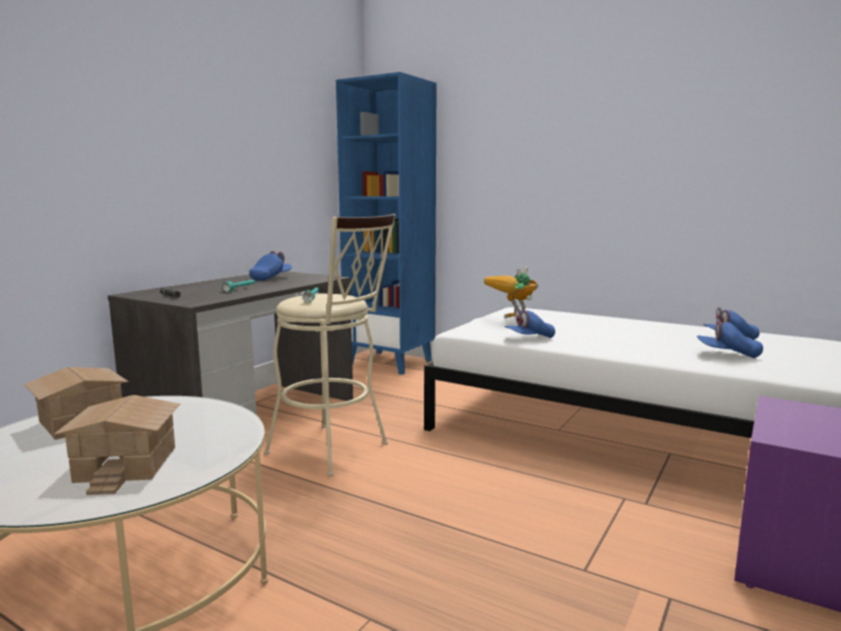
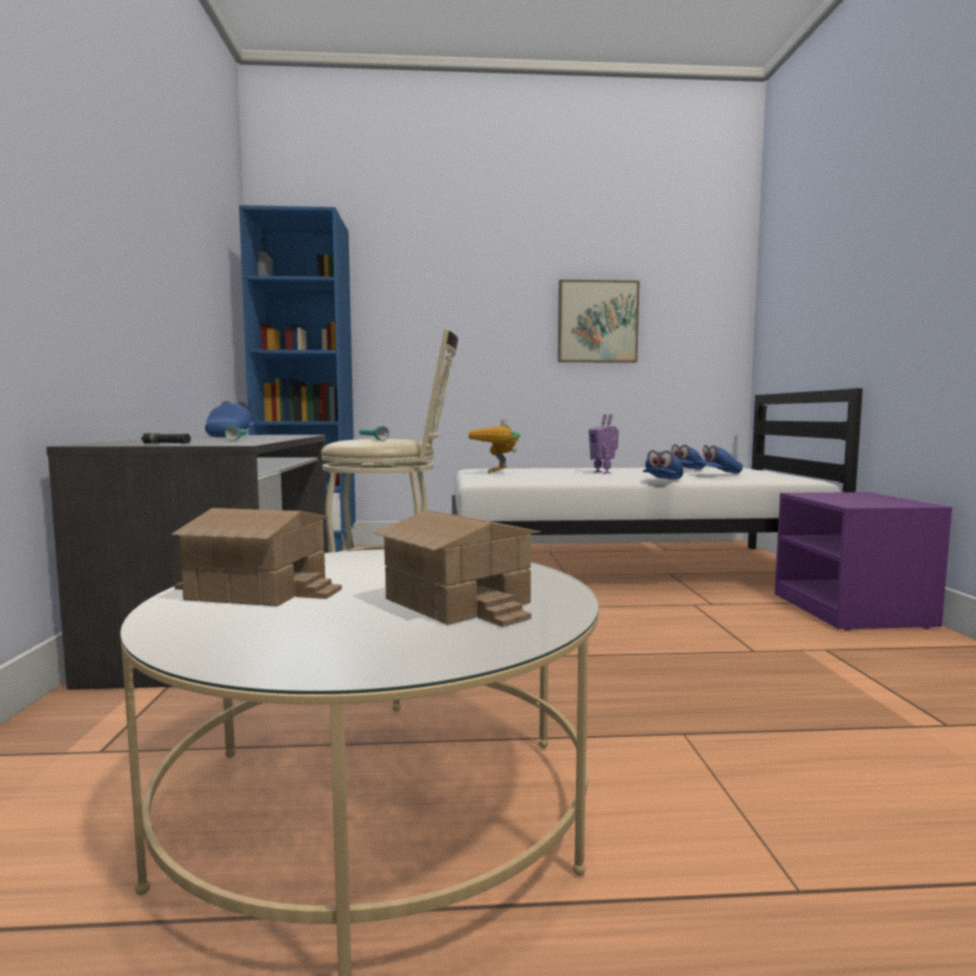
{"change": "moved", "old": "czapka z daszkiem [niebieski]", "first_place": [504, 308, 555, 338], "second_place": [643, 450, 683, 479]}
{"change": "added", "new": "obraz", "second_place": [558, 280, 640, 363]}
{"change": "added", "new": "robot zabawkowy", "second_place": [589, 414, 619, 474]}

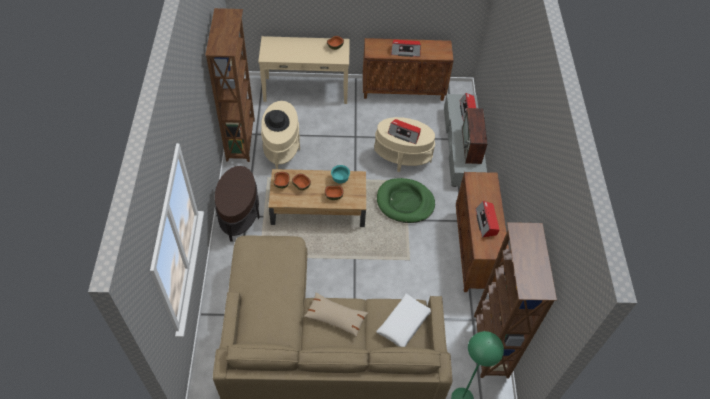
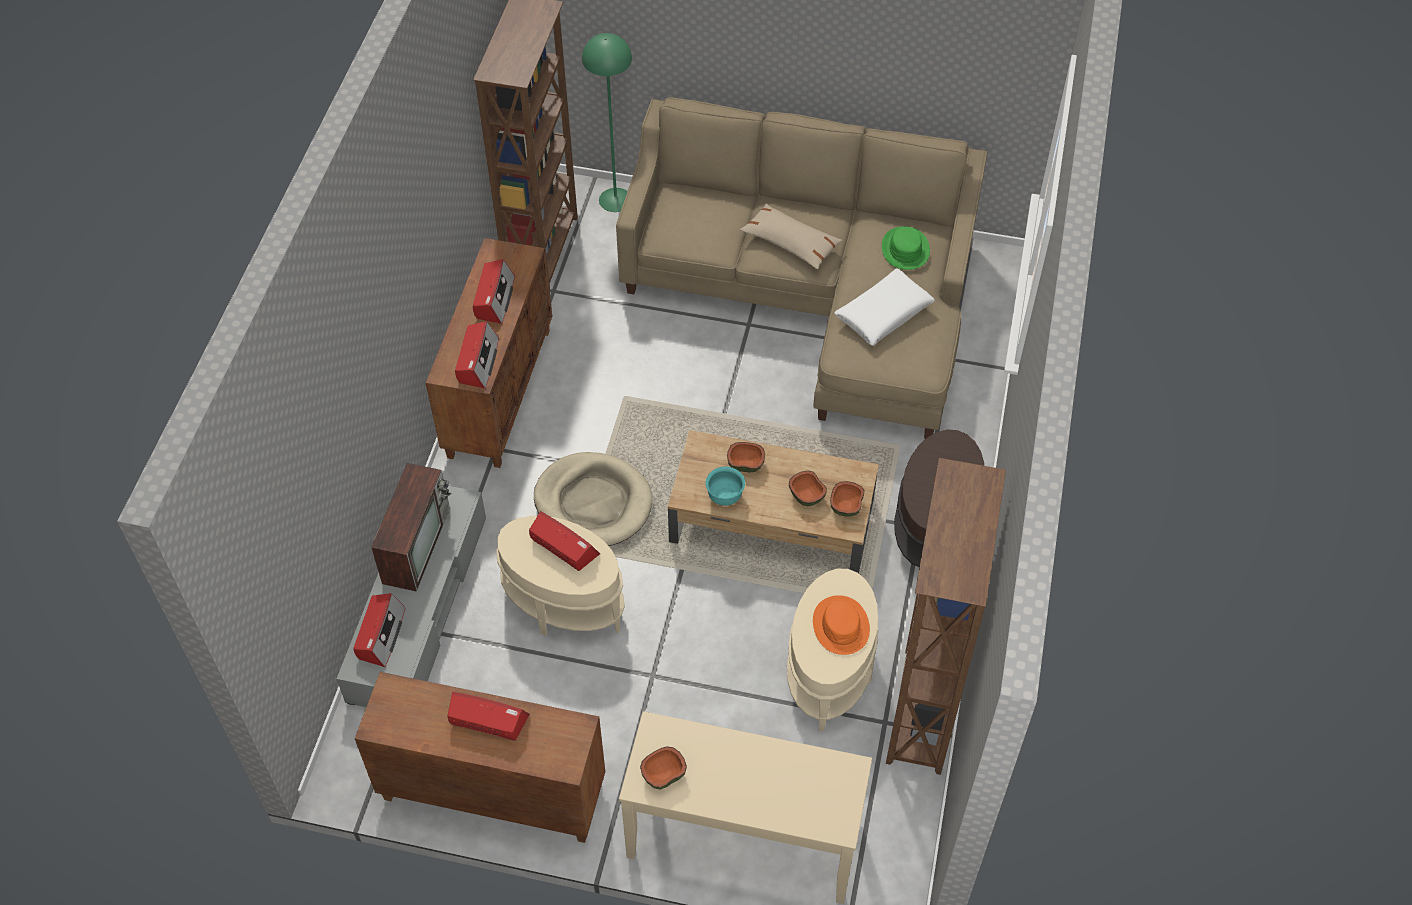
{"change": "recoloured", "old": "kapelusz [czarny]", "new": "kapelusz [pomarańczowy]", "first_place": [265, 110, 290, 132], "second_place": [813, 595, 870, 655]}
{"change": "recoloured", "old": "legowisko [zielony]", "new": "legowisko [beżowy]", "first_place": [377, 178, 435, 223], "second_place": [534, 452, 653, 546]}
{"change": "moved", "old": "poduszka [biały]", "first_place": [376, 294, 431, 347], "second_place": [834, 268, 935, 346]}
{"change": "added", "new": "kapelusz [zielony]", "second_place": [882, 226, 930, 270]}
{"change": "added", "new": "radio", "second_place": [455, 321, 499, 389]}

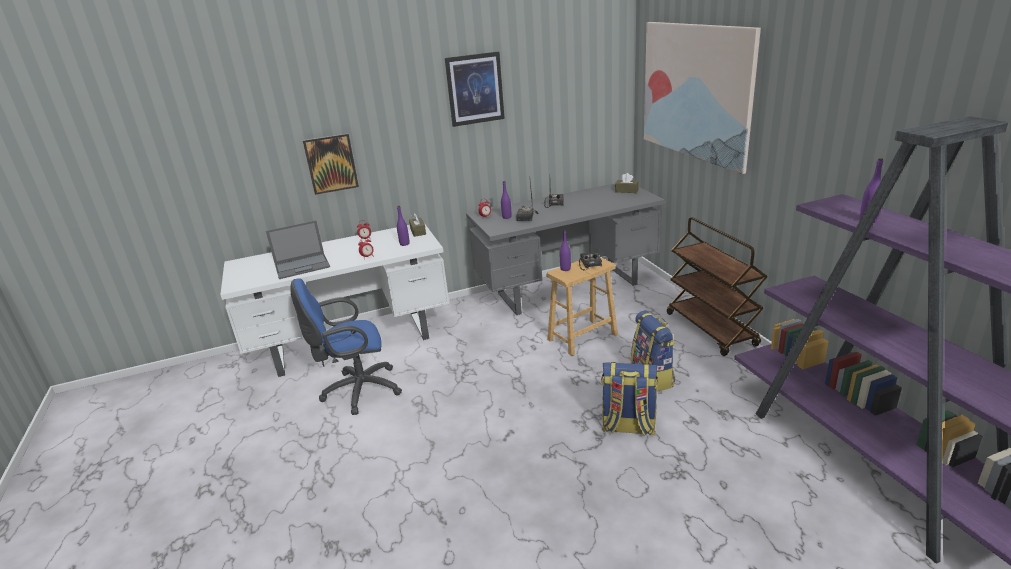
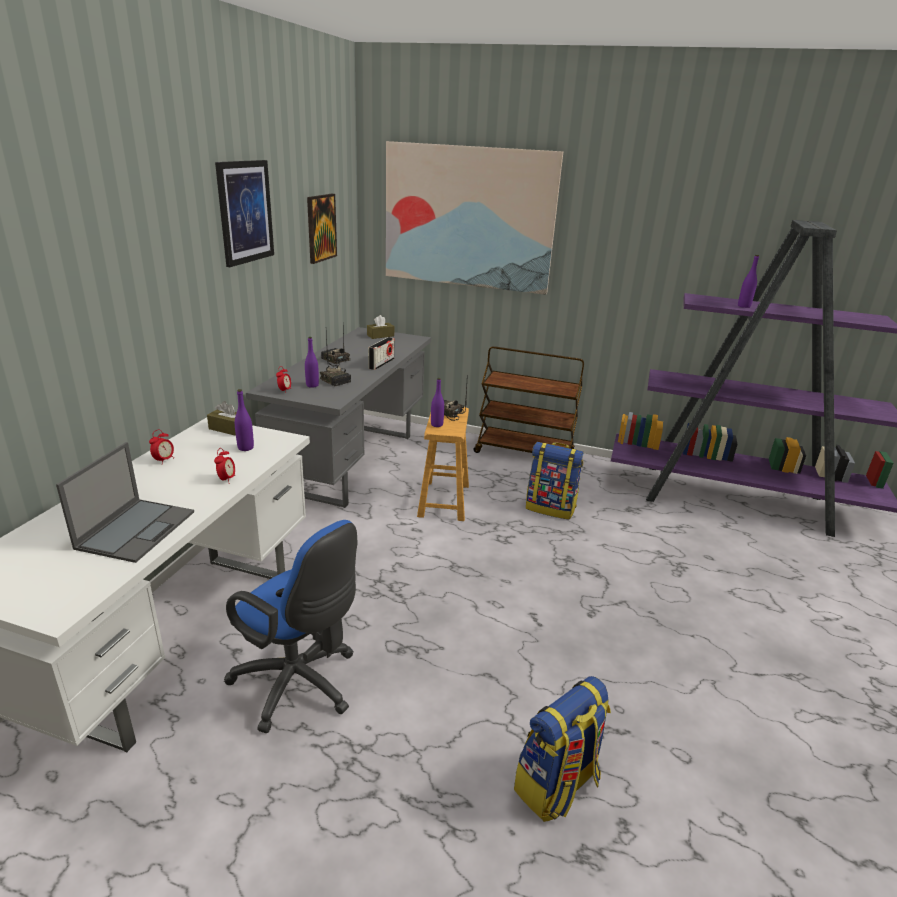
{"change": "moved", "old": "obraz", "first_place": [303, 133, 359, 195], "second_place": [307, 194, 337, 264]}
{"change": "turned", "old": "krzesło biurowe [niebieski]", "first_place": [290, 278, 402, 415], "second_place": [224, 520, 357, 733], "degrees": -75}
{"change": "moved", "old": "plecak", "first_place": [601, 362, 658, 436], "second_place": [514, 676, 611, 822]}
{"change": "added", "new": "radio", "second_place": [368, 337, 394, 370]}

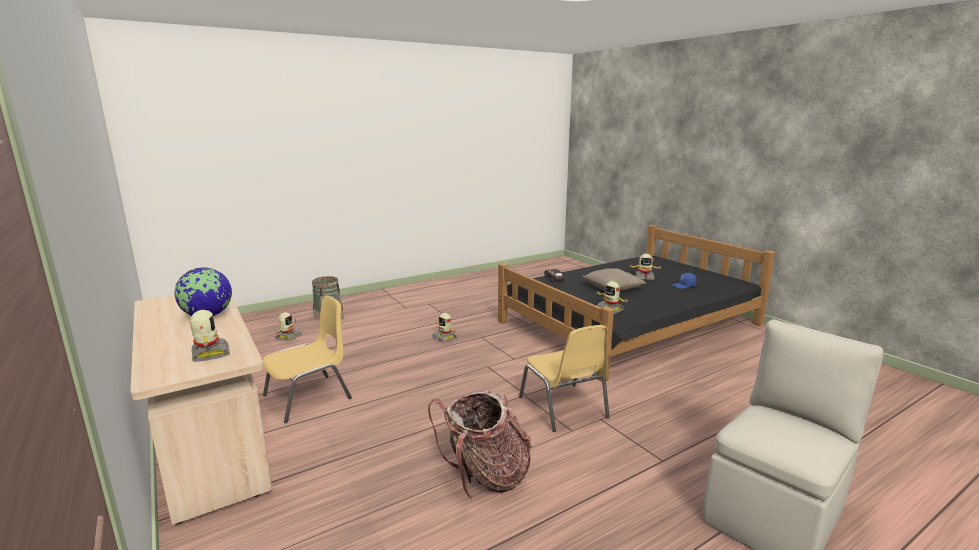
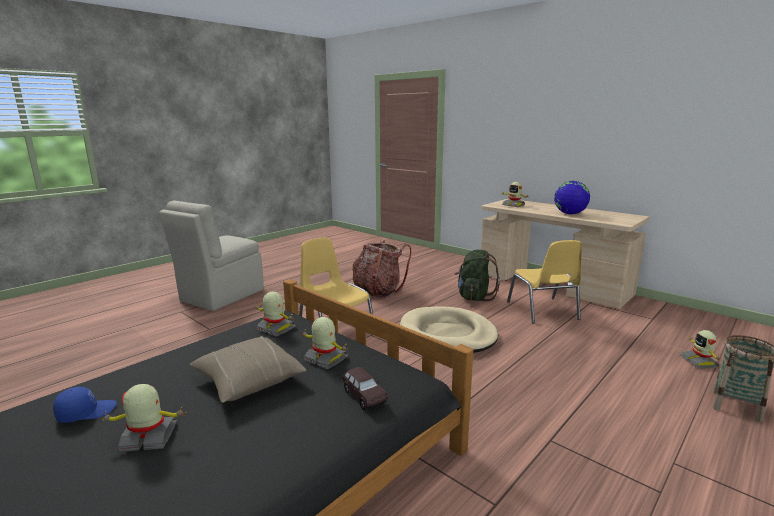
{"change": "turned", "old": "krzesło [żółty]", "first_place": [263, 296, 352, 423], "second_place": [507, 240, 582, 324], "degrees": -45}
{"change": "moved", "old": "robot zabawkowy", "first_place": [432, 313, 457, 342], "second_place": [302, 317, 348, 370]}
{"change": "added", "new": "plecak [zielony]", "second_place": [454, 250, 500, 302]}
{"change": "added", "new": "legowisko [beżowy]", "second_place": [400, 306, 498, 353]}

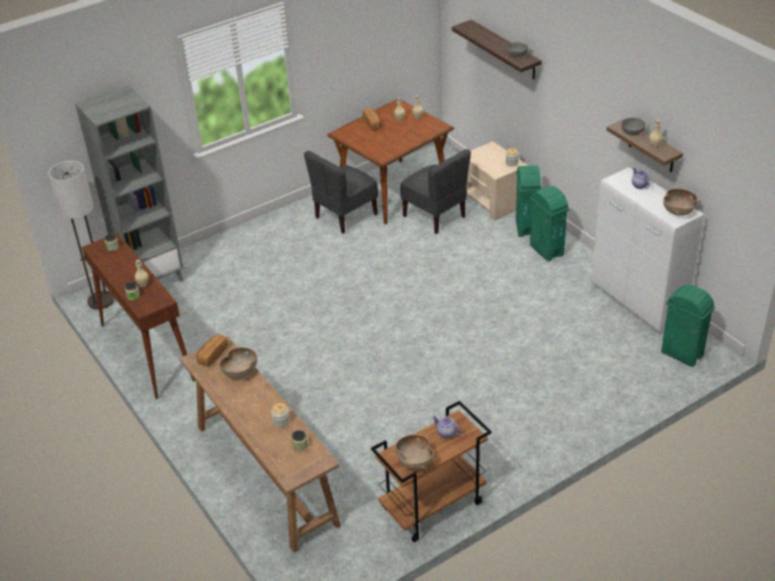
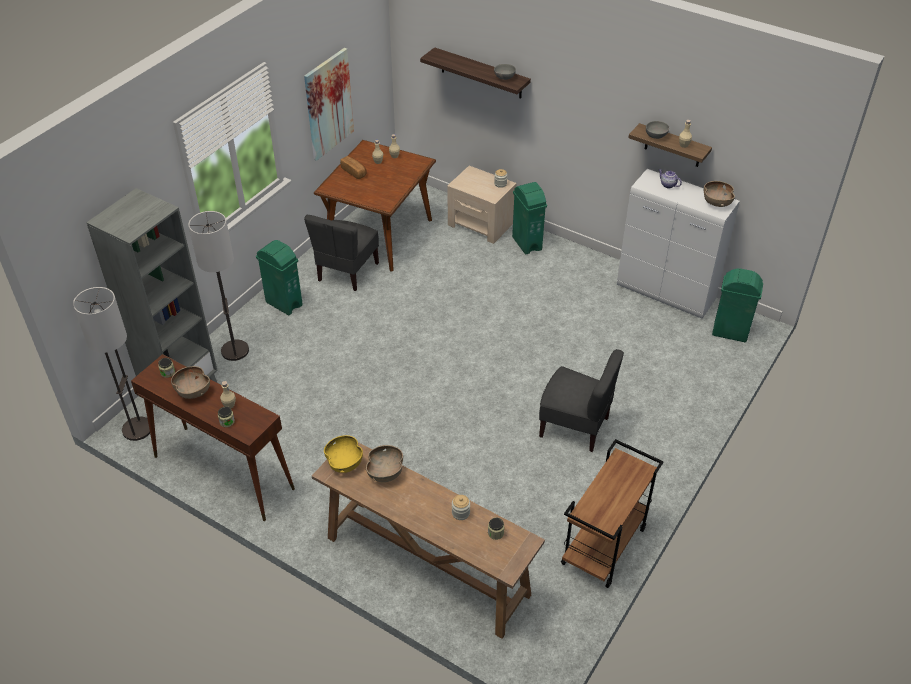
{"change": "moved", "old": "krzesło [szary]", "first_place": [400, 149, 471, 234], "second_place": [539, 349, 624, 452]}
{"change": "moved", "old": "kosz na śmieci [zielony]", "first_place": [530, 186, 569, 262], "second_place": [256, 240, 303, 315]}
{"change": "replaced", "old": "chleb", "new": "miska [żółty]", "first_place": [197, 334, 228, 367], "second_place": [324, 435, 363, 473]}
{"change": "removed", "old": "imbryk", "first_place": [432, 416, 462, 438]}
{"change": "moved", "old": "miska [brązowy]", "first_place": [395, 434, 434, 470], "second_place": [171, 366, 210, 399]}
{"change": "added", "new": "obraz", "second_place": [304, 48, 354, 161]}
{"change": "added", "new": "lampa stojąca", "second_place": [188, 211, 249, 361]}

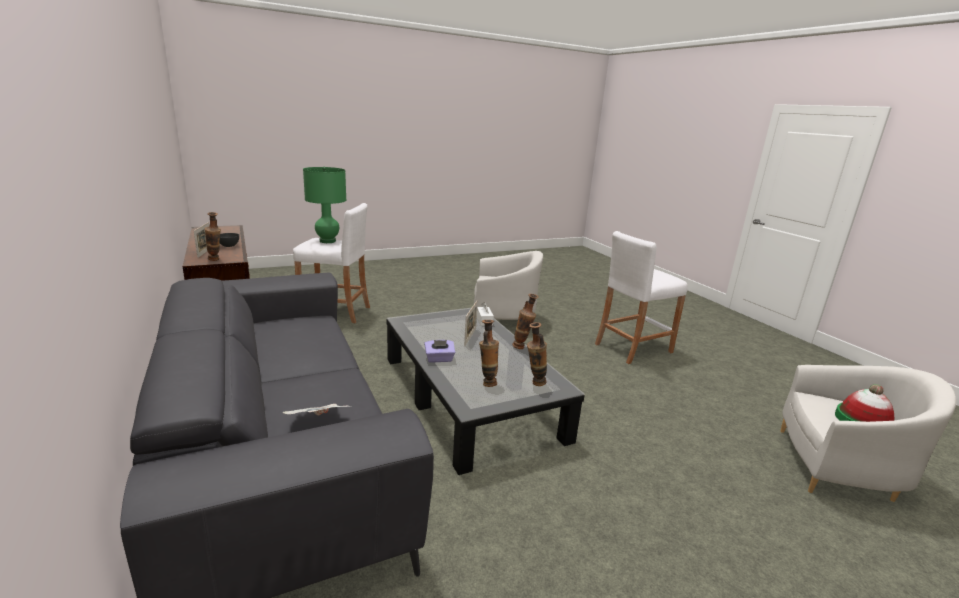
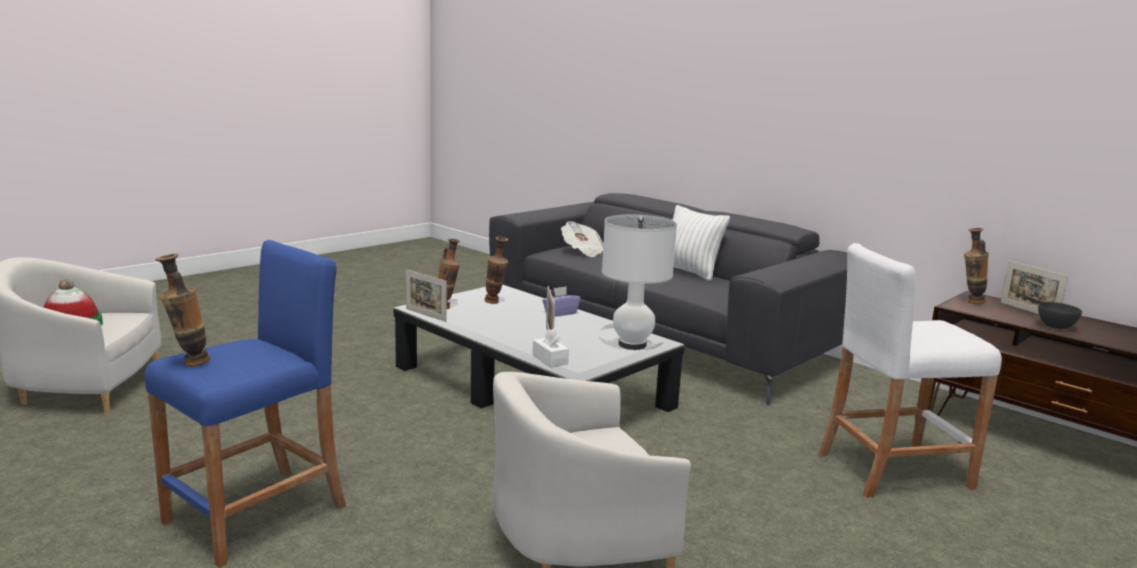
{"change": "removed", "old": "lampa stołowa [zielony]", "first_place": [303, 166, 346, 243]}
{"change": "recoloured", "old": "stołek [biały]", "new": "stołek [niebieski]", "first_place": [595, 231, 688, 364], "second_place": [145, 240, 346, 568]}
{"change": "moved", "old": "wazon", "first_place": [512, 294, 539, 349], "second_place": [155, 254, 210, 367]}
{"change": "added", "new": "poduszka [biały]", "second_place": [673, 205, 730, 281]}
{"change": "added", "new": "lampa stołowa [biały]", "second_place": [602, 215, 677, 350]}
{"change": "added", "new": "ramka na zdjęcie", "second_place": [406, 270, 447, 322]}

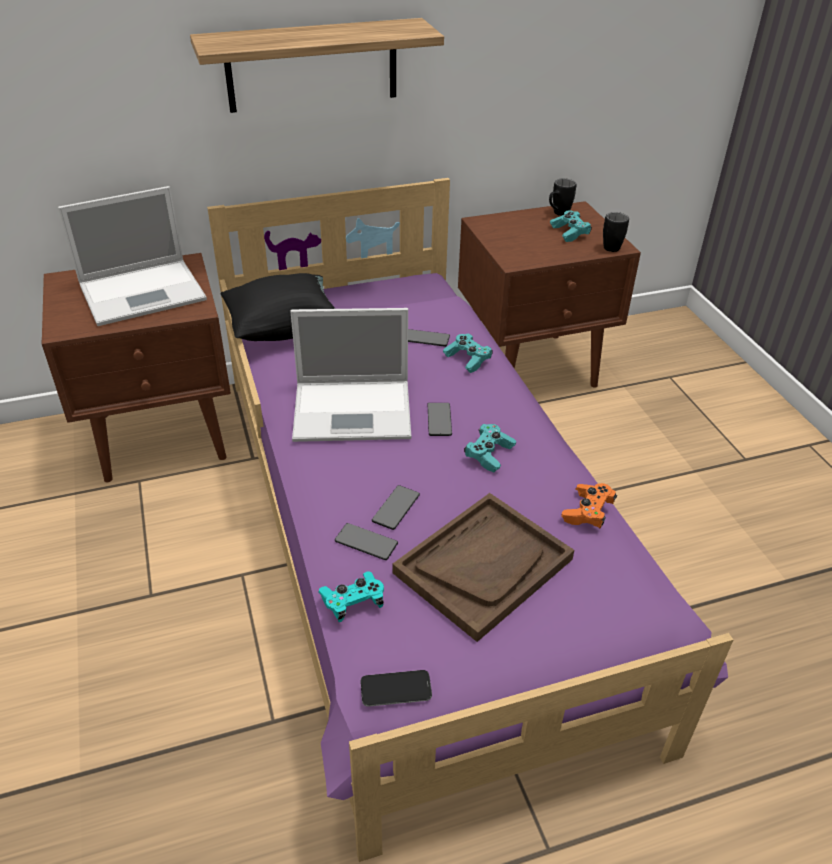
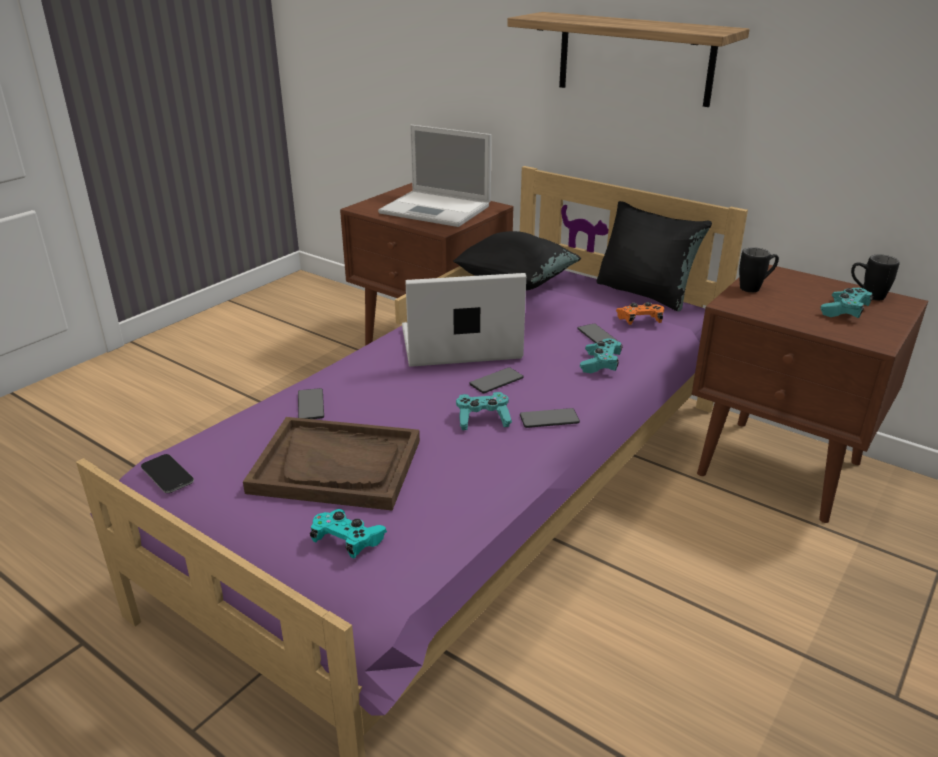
{"change": "moved", "old": "kubek [czarny]", "first_place": [603, 212, 629, 252], "second_place": [739, 247, 779, 292]}
{"change": "turned", "old": "laptop", "first_place": [290, 308, 411, 442], "second_place": [402, 273, 526, 367], "degrees": 120}
{"change": "moved", "old": "pad do gier [pomarańczowy]", "first_place": [561, 483, 617, 528], "second_place": [616, 302, 664, 325]}
{"change": "moved", "old": "telefon", "first_place": [372, 485, 420, 530], "second_place": [520, 408, 580, 428]}
{"change": "moved", "old": "pad do gier [turkusowy]", "first_place": [318, 571, 384, 622], "second_place": [310, 509, 387, 558]}
{"change": "added", "new": "poduszka [czarny]", "second_place": [596, 201, 712, 311]}

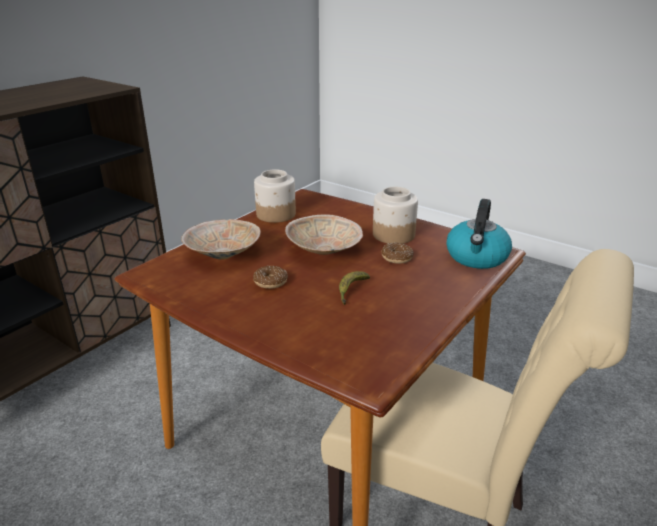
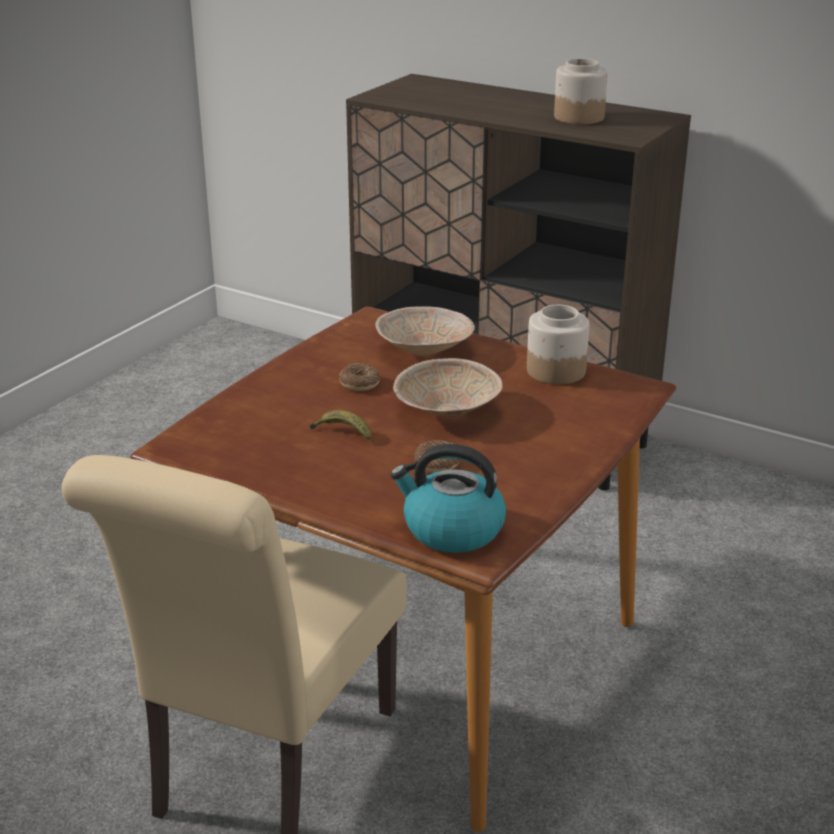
{"change": "moved", "old": "słoik", "first_place": [373, 187, 418, 244], "second_place": [554, 58, 608, 124]}

